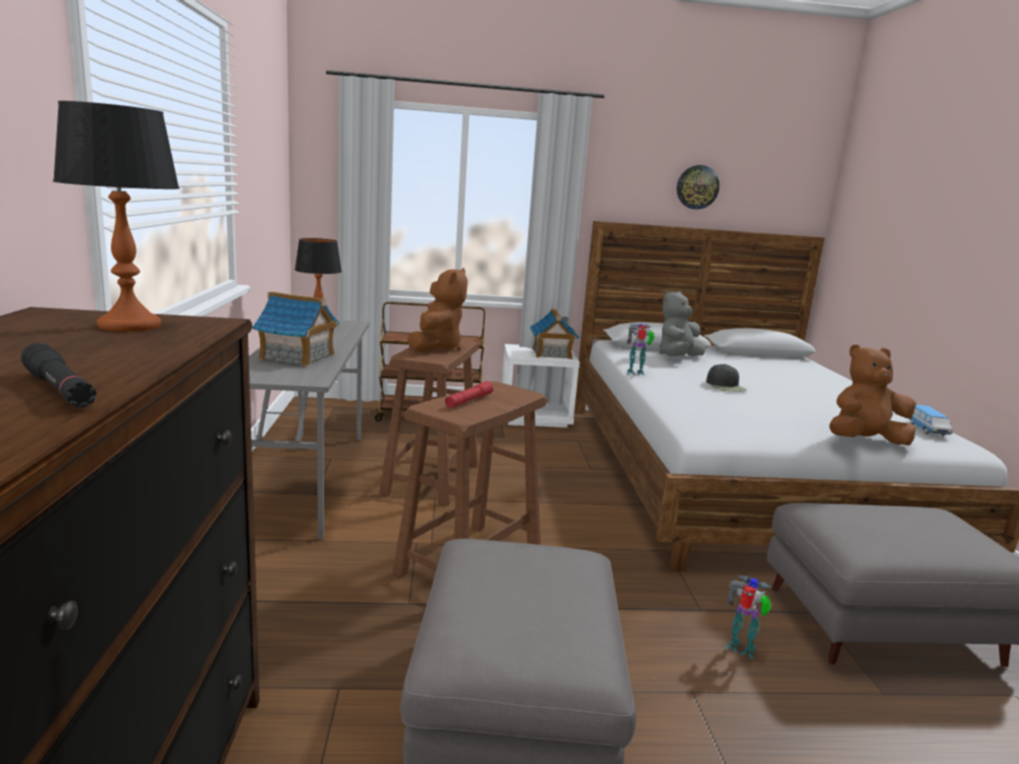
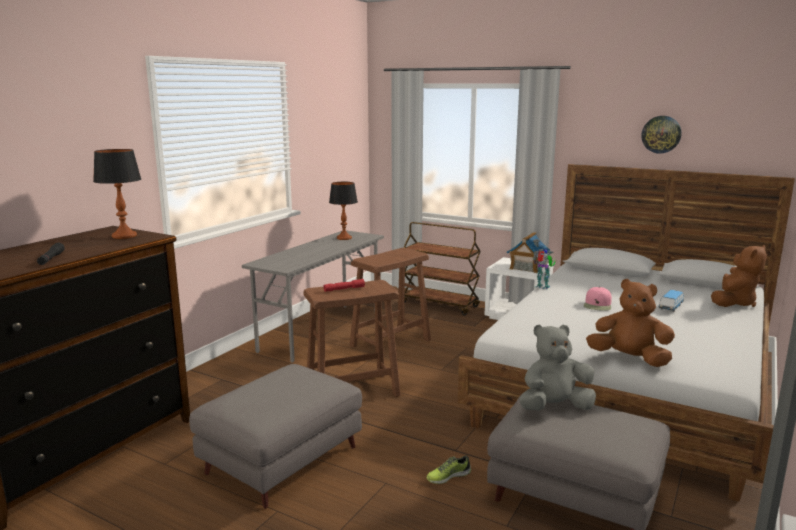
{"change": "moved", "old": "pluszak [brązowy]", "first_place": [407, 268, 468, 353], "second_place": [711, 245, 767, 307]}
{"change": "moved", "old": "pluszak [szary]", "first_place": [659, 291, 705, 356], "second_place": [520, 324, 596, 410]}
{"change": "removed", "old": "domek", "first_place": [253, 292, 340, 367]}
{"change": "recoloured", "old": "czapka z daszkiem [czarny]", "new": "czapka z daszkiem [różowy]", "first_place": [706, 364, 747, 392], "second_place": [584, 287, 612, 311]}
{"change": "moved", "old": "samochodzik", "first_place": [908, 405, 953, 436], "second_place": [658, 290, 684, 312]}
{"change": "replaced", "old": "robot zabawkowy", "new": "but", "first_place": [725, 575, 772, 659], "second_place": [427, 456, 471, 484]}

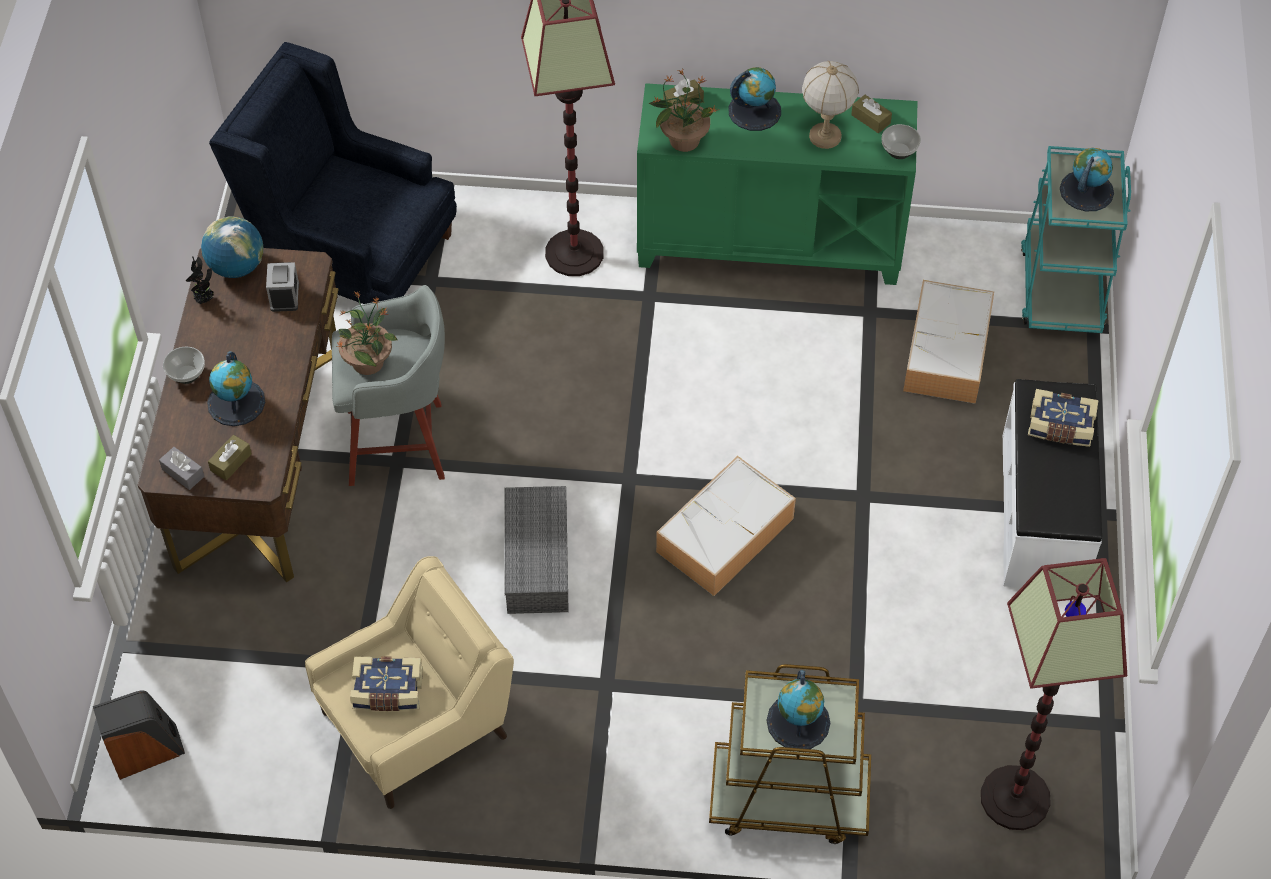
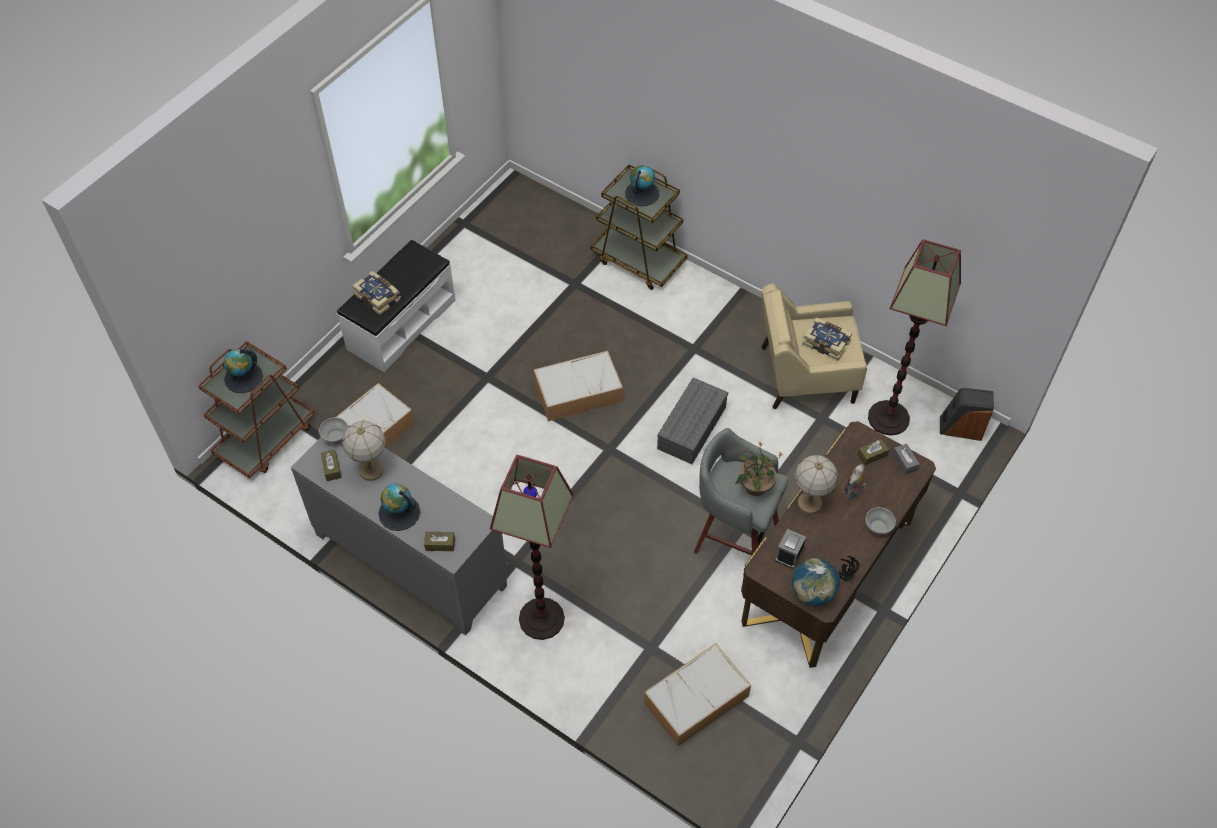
{"change": "replaced", "old": "fotel [niebieski]", "new": "pojemnik do przechowywania", "first_place": [209, 42, 457, 304], "second_place": [644, 643, 751, 746]}
{"change": "removed", "old": "roślina doniczkowa", "first_place": [648, 69, 719, 152]}
{"change": "recoloured", "old": "szafka [zielony]", "new": "szafka [szary]", "first_place": [637, 83, 918, 285], "second_place": [291, 425, 508, 636]}
{"change": "recoloured", "old": "wózek [turkusowy]", "new": "wózek [brązowy]", "first_place": [1021, 146, 1131, 333], "second_place": [198, 341, 315, 479]}
{"change": "replaced", "old": "globus", "new": "pluszak", "first_place": [207, 351, 265, 426], "second_place": [843, 464, 866, 499]}
{"change": "moved", "old": "lampa stojąca", "first_place": [981, 558, 1127, 830], "second_place": [868, 239, 961, 436]}
{"change": "added", "new": "lampa stołowa", "second_place": [795, 455, 838, 514]}

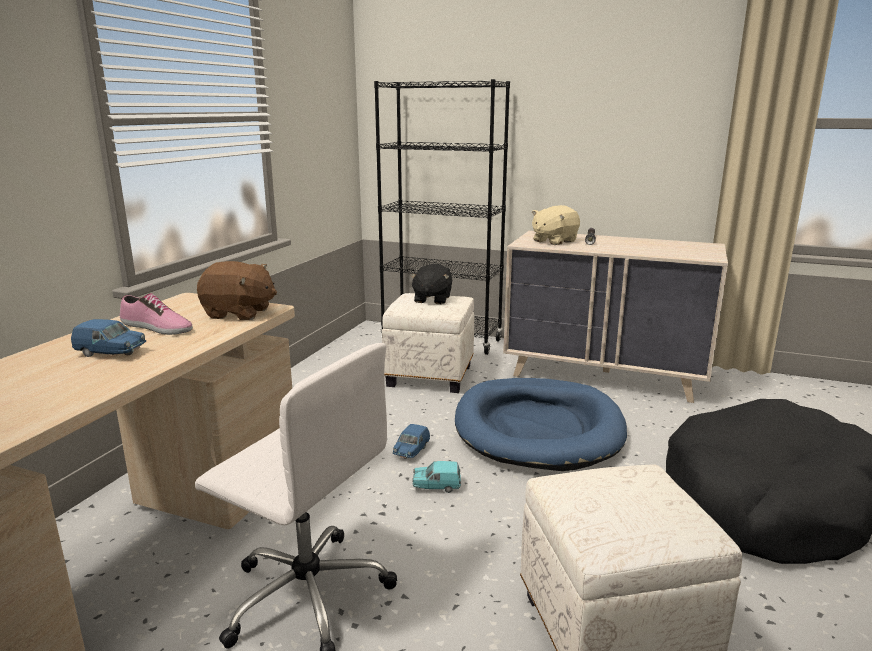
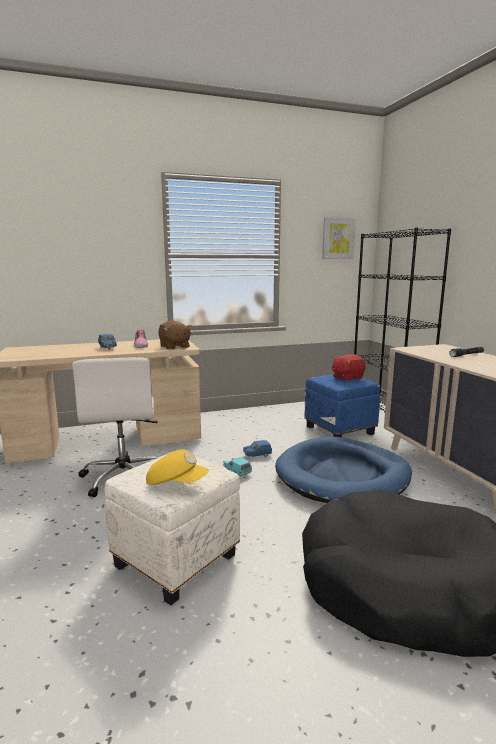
{"change": "removed", "old": "pluszak [beżowy]", "first_place": [532, 205, 580, 245]}
{"change": "recoloured", "old": "pluszak [czarny]", "new": "pluszak [czerwony]", "first_place": [410, 264, 452, 304], "second_place": [332, 354, 366, 381]}
{"change": "recoloured", "old": "pufa [biały]", "new": "pufa [niebieski]", "first_place": [382, 293, 474, 393], "second_place": [304, 374, 380, 438]}
{"change": "added", "new": "obraz", "second_place": [322, 217, 356, 259]}
{"change": "added", "new": "czapka z daszkiem [żółty]", "second_place": [146, 449, 209, 485]}

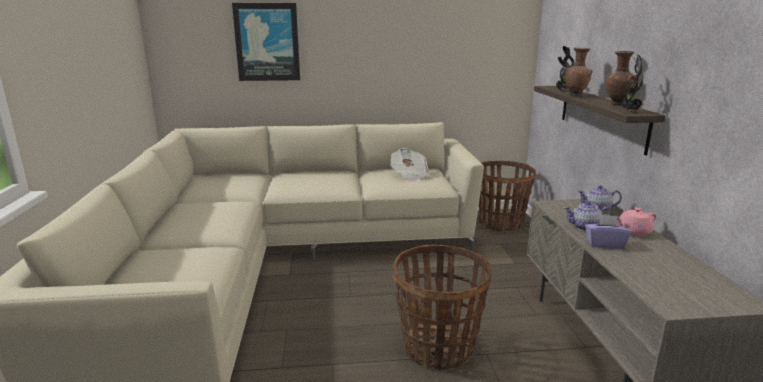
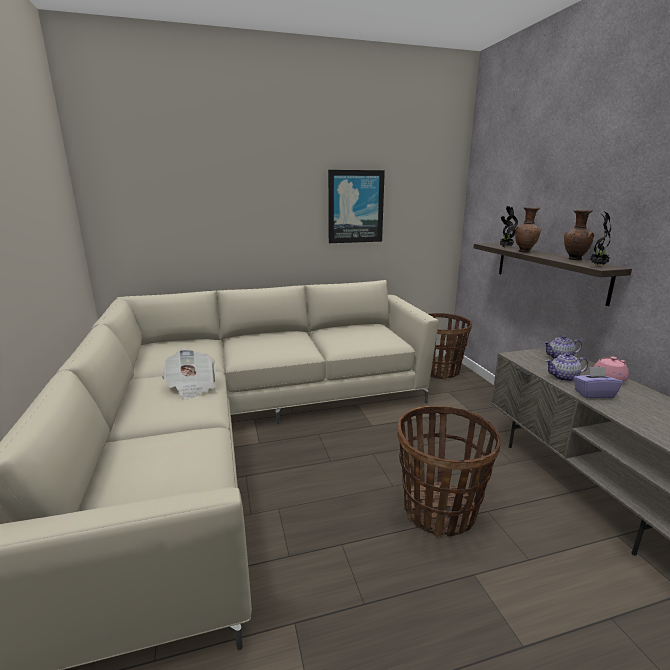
{"change": "moved", "old": "obraz", "first_place": [232, 3, 300, 81], "second_place": [328, 170, 385, 243]}
{"change": "moved", "old": "gazeta", "first_place": [390, 148, 429, 182], "second_place": [162, 349, 216, 400]}

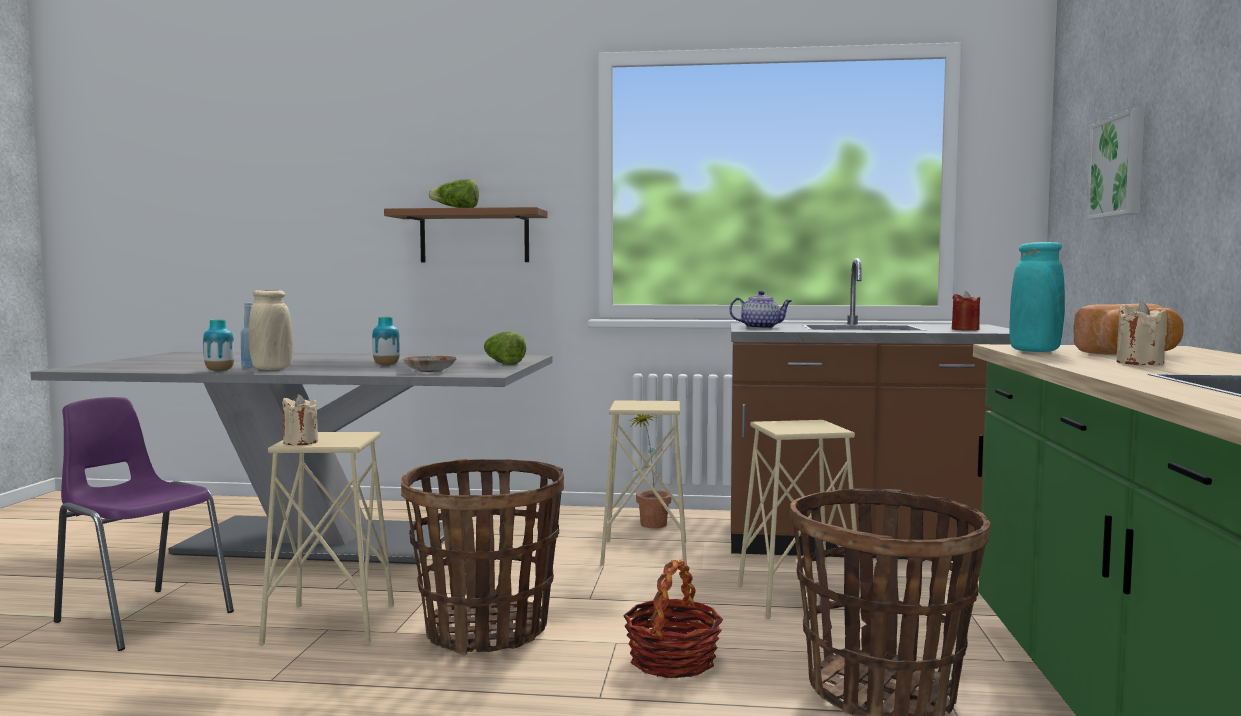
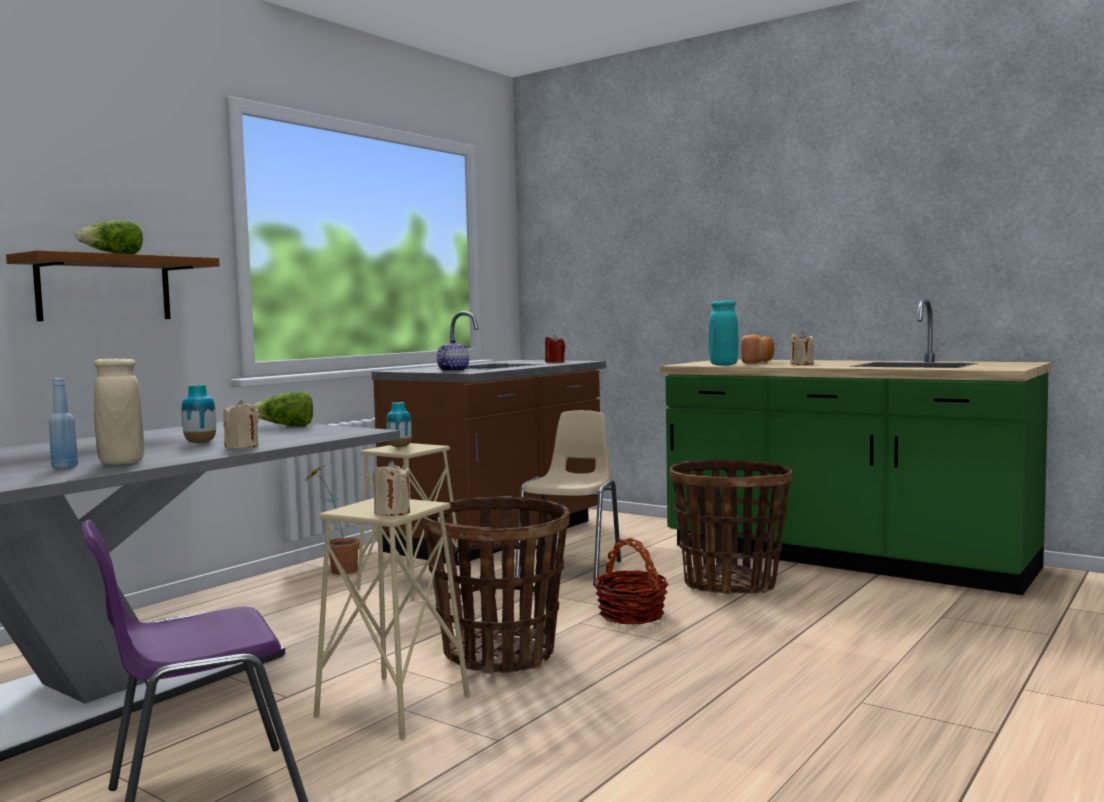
{"change": "removed", "old": "obraz", "first_place": [1086, 109, 1145, 220]}
{"change": "moved", "old": "wazon", "first_place": [203, 319, 234, 372], "second_place": [386, 402, 412, 447]}
{"change": "removed", "old": "talerz", "first_place": [403, 356, 457, 372]}
{"change": "replaced", "old": "stołek [beżowy]", "new": "krzesło [beżowy]", "first_place": [738, 420, 861, 619], "second_place": [515, 410, 621, 586]}
{"change": "added", "new": "świeca [beżowy]", "second_place": [223, 400, 259, 448]}

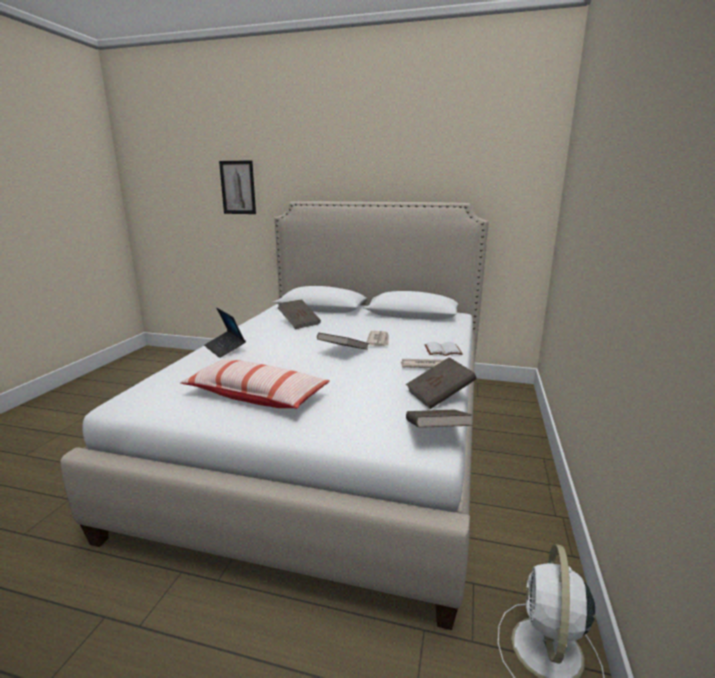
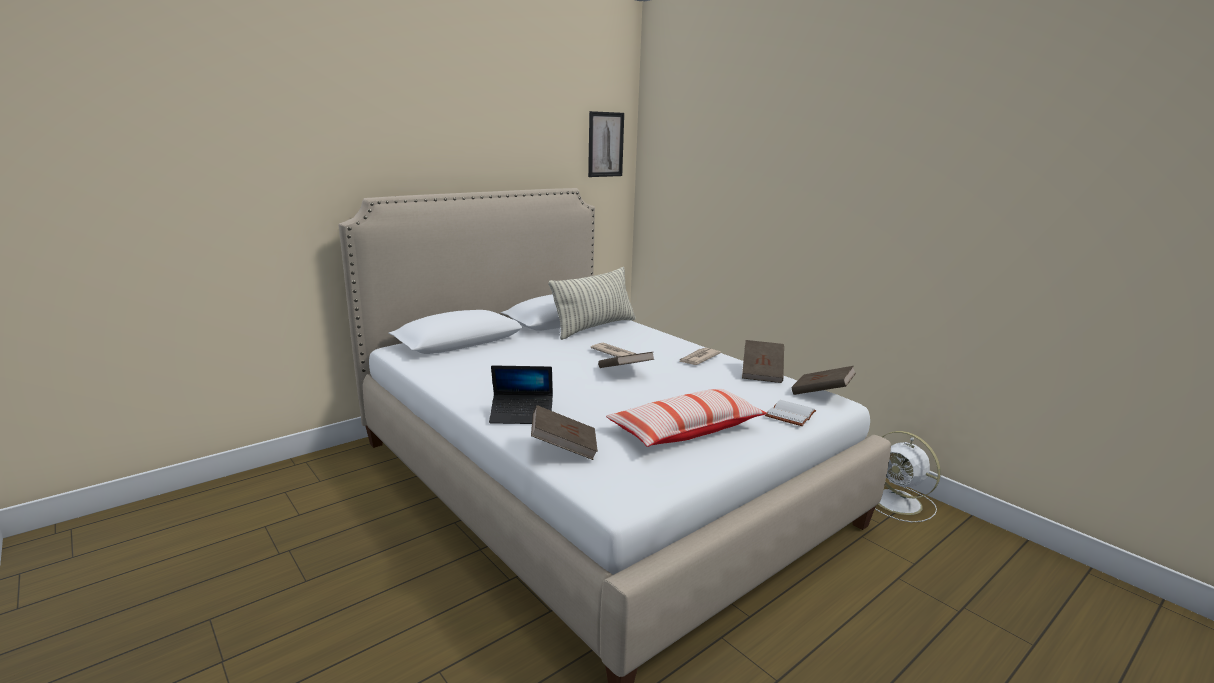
{"change": "moved", "old": "obraz", "first_place": [219, 160, 256, 214], "second_place": [588, 111, 624, 177]}
{"change": "moved", "old": "książka [brązowy]", "first_place": [278, 299, 321, 329], "second_place": [531, 405, 598, 460]}
{"change": "moved", "old": "książka [biały]", "first_place": [425, 342, 463, 356], "second_place": [765, 400, 816, 426]}
{"change": "added", "new": "poduszka", "second_place": [549, 267, 636, 340]}

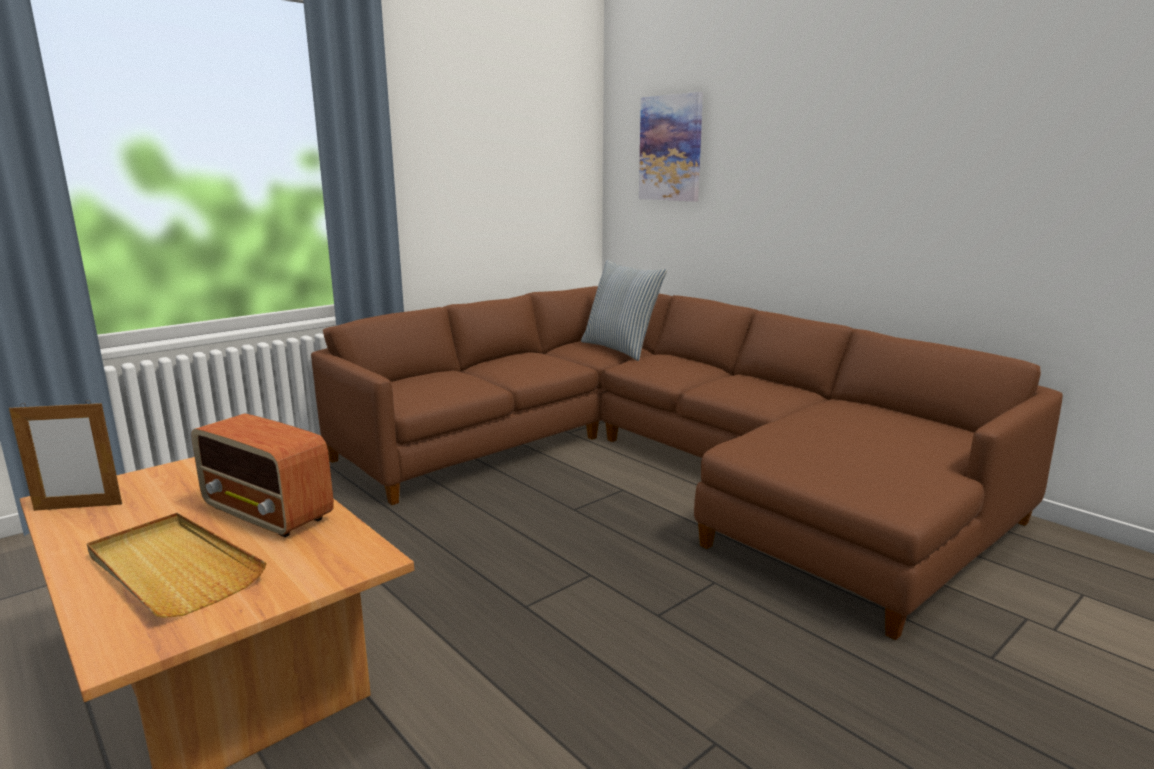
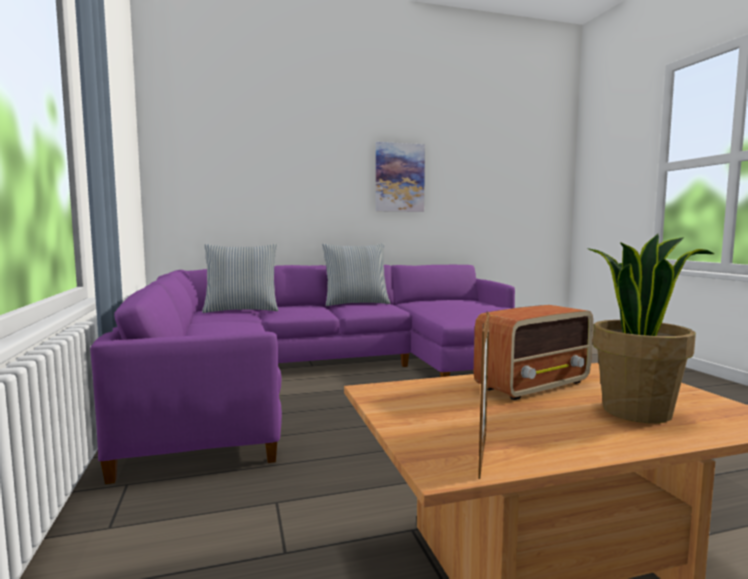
{"change": "moved", "old": "obraz", "first_place": [639, 92, 703, 202], "second_place": [376, 142, 425, 212]}
{"change": "recoloured", "old": "kanapa [brązowy]", "new": "kanapa [fioletowy]", "first_place": [311, 286, 1063, 640], "second_place": [90, 265, 515, 484]}
{"change": "replaced", "old": "taca [beżowy]", "new": "roślina doniczkowa", "first_place": [87, 513, 267, 618], "second_place": [587, 234, 714, 423]}
{"change": "added", "new": "poduszka", "second_place": [322, 243, 390, 306]}

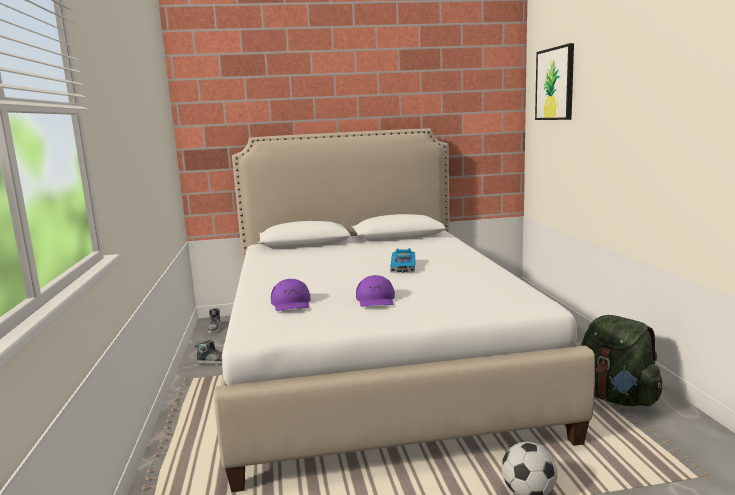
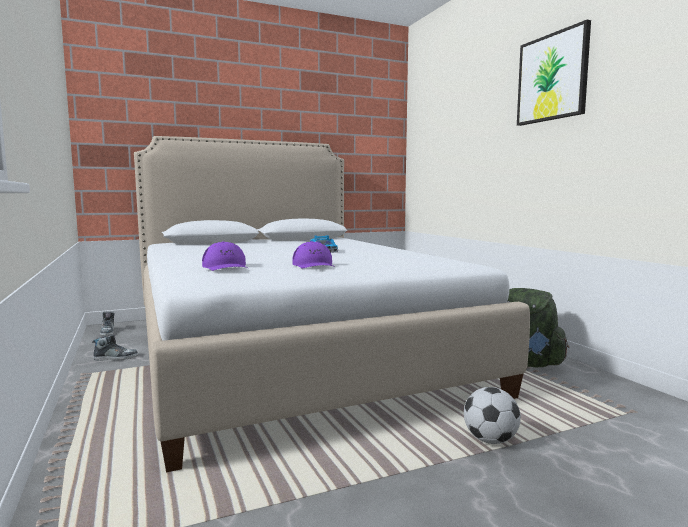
{"change": "moved", "old": "obraz", "first_place": [535, 43, 574, 120], "second_place": [517, 20, 591, 126]}

